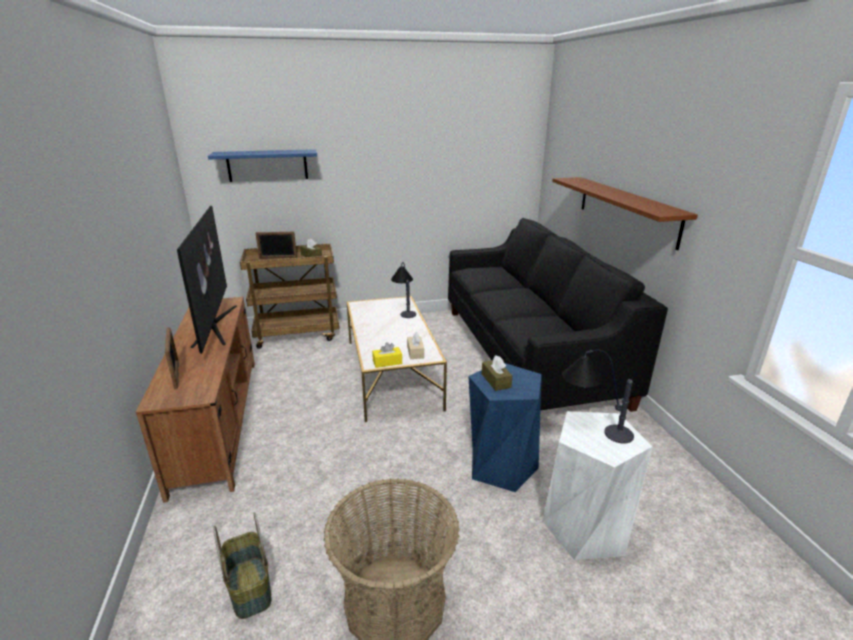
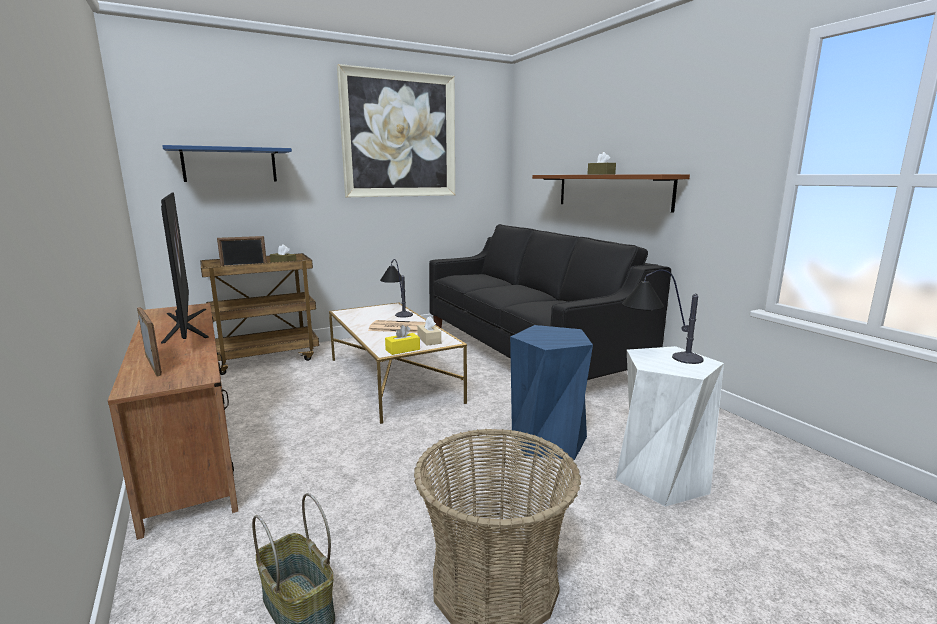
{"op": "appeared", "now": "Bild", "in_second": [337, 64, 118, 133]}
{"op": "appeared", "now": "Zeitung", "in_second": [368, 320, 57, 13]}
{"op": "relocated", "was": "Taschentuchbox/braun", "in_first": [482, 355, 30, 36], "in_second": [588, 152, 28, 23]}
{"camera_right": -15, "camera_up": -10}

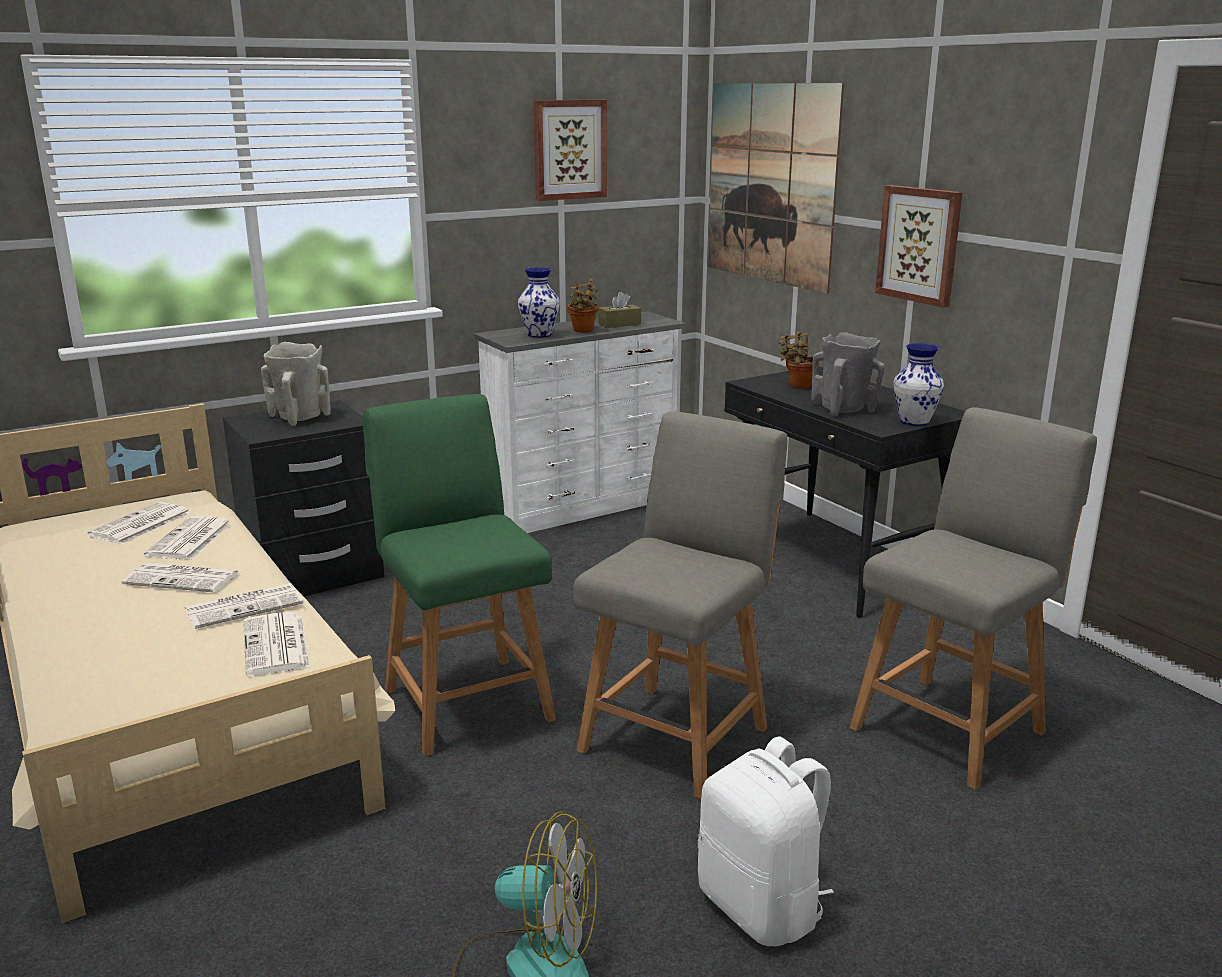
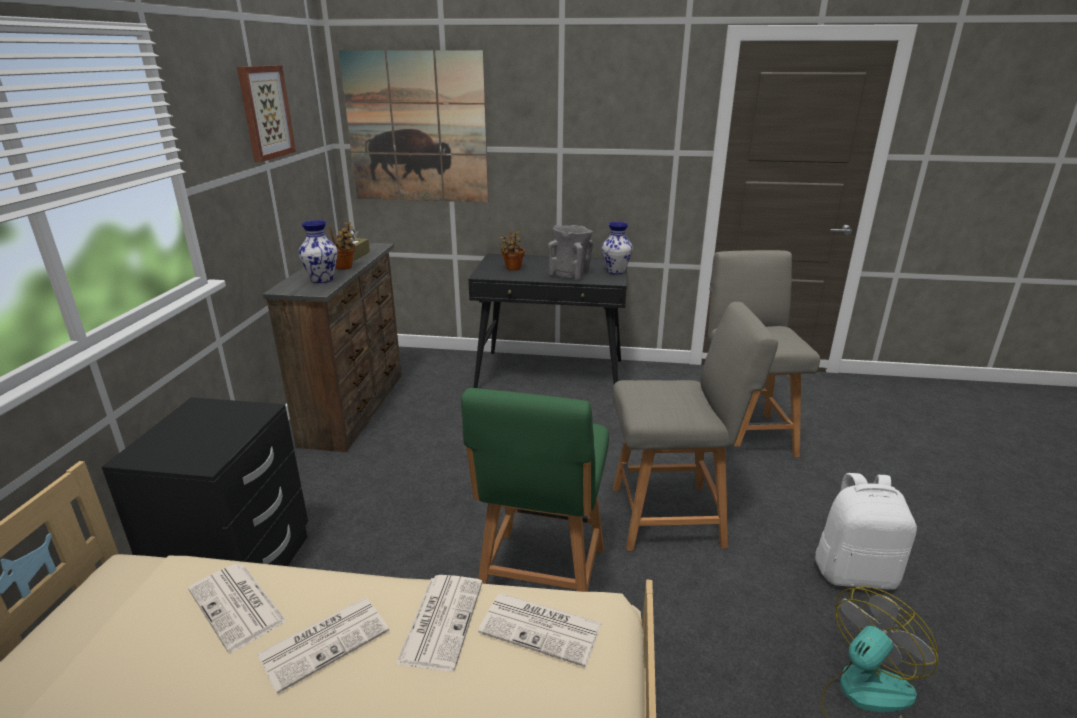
{"op": "missing", "was": "Zeitung", "in_first": [88, 502, 103, 43]}
{"op": "missing", "was": "Vase/beige", "in_first": [261, 342, 69, 84]}
{"op": "missing", "was": "Bild", "in_first": [875, 185, 88, 122]}
{"op": "colour", "was": "Kommode/weiß", "now": "Kommode/braun", "in_first": [474, 311, 212, 222], "in_second": [263, 243, 139, 209]}
{"op": "spun", "was": "Stuhl/grün", "in_first": [363, 394, 193, 363], "in_second": [461, 388, 148, 204], "clockwise": -90}
{"op": "spun", "was": "Stuhl/grau", "in_first": [573, 411, 214, 388], "in_second": [612, 302, 166, 249], "clockwise": 105}
{"camera_right": -50, "camera_up": 5}

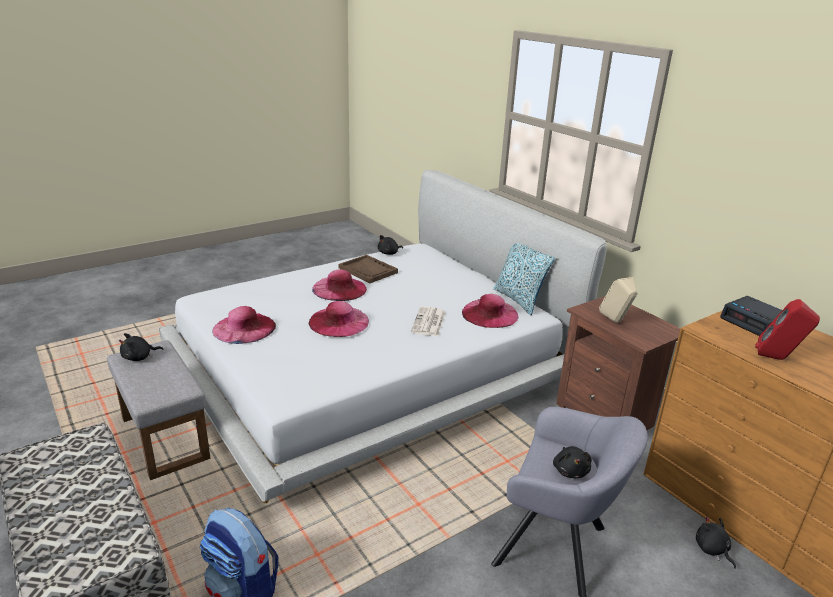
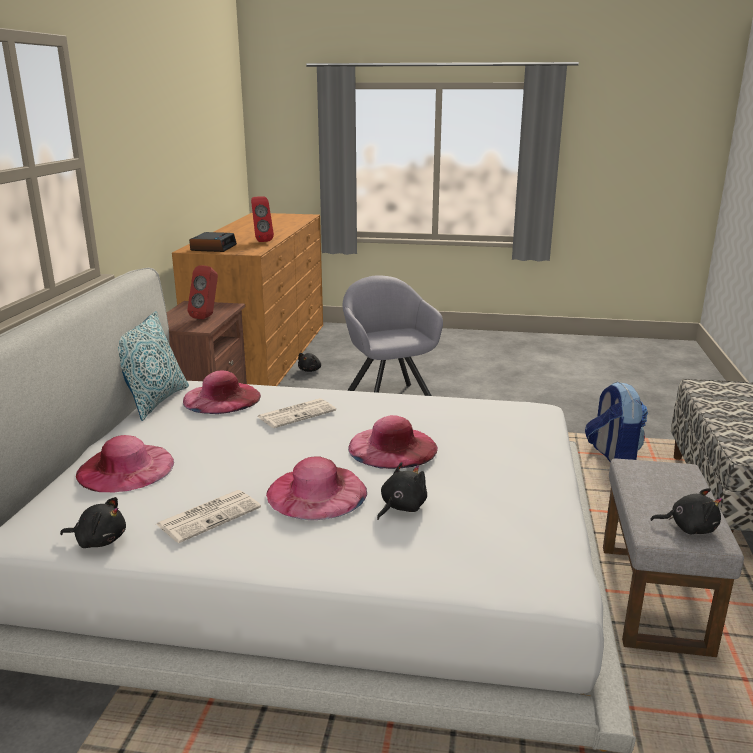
{"op": "relocated", "was": "Hut/rosa", "in_first": [212, 306, 64, 38], "in_second": [76, 435, 98, 57]}
{"op": "relocated", "was": "Plüschtier/schwarz", "in_first": [553, 446, 39, 32], "in_second": [377, 462, 50, 58]}
{"op": "exchanged", "was": "Tablett/braun", "now": "Zeitung", "in_first": [338, 255, 60, 28], "in_second": [156, 490, 105, 53]}
{"op": "colour", "was": "Lautsprecher/beige", "now": "Lautsprecher/rot", "in_first": [599, 277, 39, 46], "in_second": [187, 265, 31, 54]}
{"camera_right": -135, "camera_up": -5}

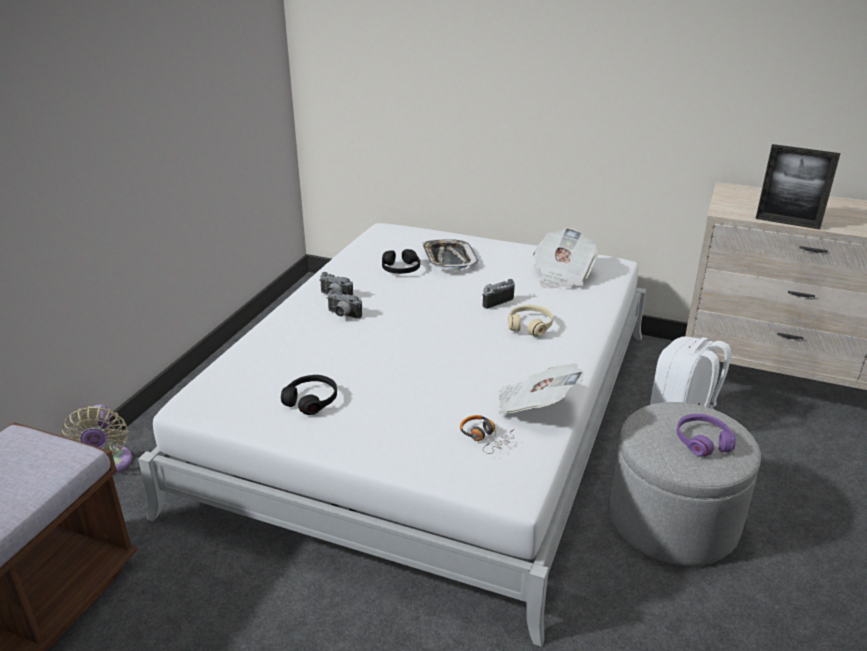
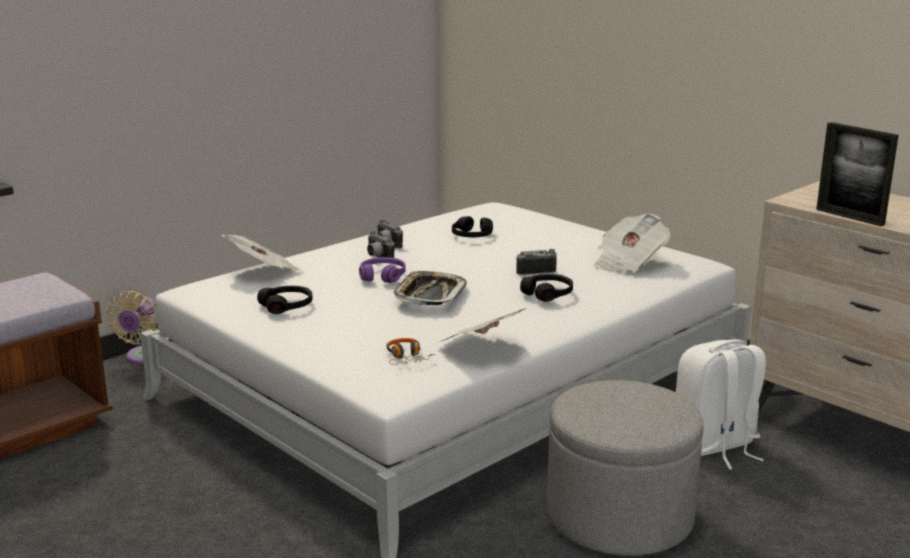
{"op": "appeared", "now": "Zeitung", "in_second": [221, 235, 82, 36]}
{"op": "relocated", "was": "Tablett", "in_first": [422, 239, 57, 32], "in_second": [393, 271, 73, 35]}
{"op": "relocated", "was": "Kopfhörer/lila", "in_first": [677, 414, 59, 43], "in_second": [359, 257, 47, 26]}
{"op": "colour", "was": "Kopfhörer/beige", "now": "Kopfhörer/schwarz", "in_first": [508, 305, 45, 31], "in_second": [520, 274, 53, 28]}
{"camera_right": 25, "camera_up": -10}

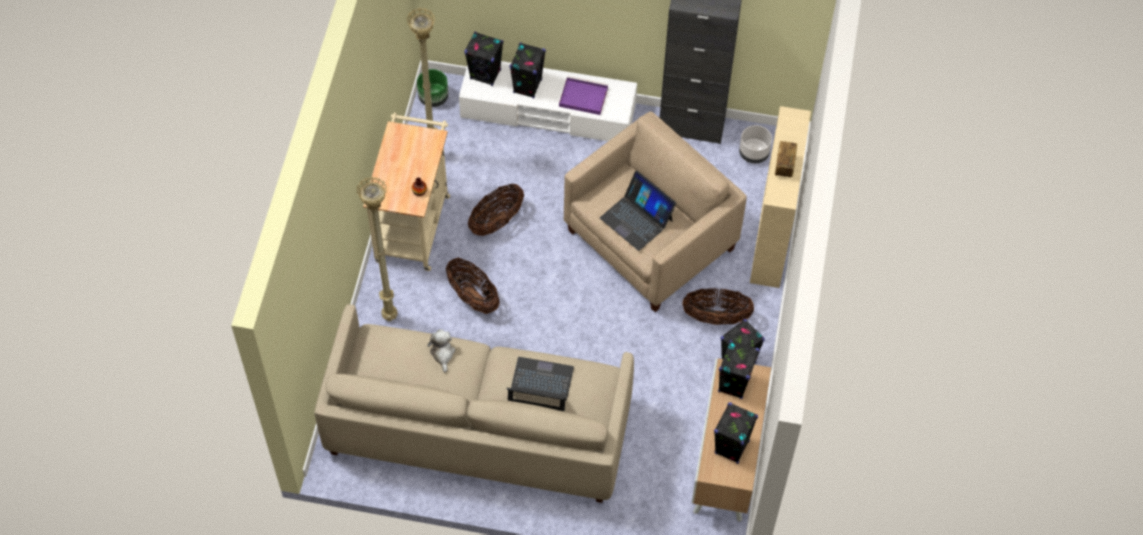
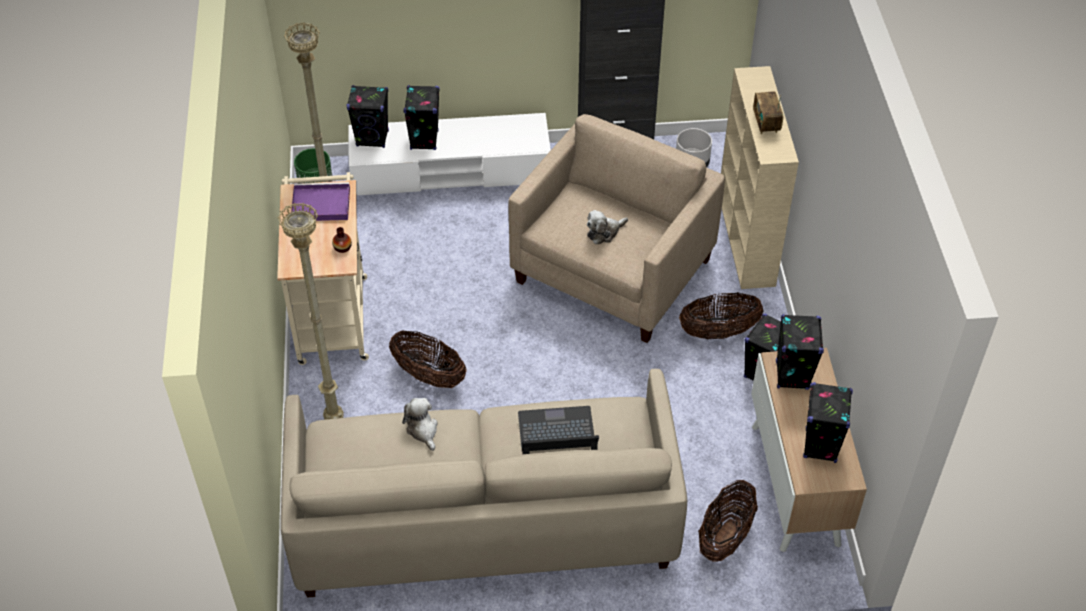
{"op": "relocated", "was": "Korb", "in_first": [468, 184, 56, 52], "in_second": [698, 480, 60, 82]}
{"op": "relocated", "was": "Tablett/lila", "in_first": [559, 76, 49, 39], "in_second": [291, 182, 59, 39]}
{"op": "exchanged", "was": "Laptop", "now": "Plüschtier", "in_first": [600, 171, 76, 80], "in_second": [587, 210, 41, 35]}
{"camera_right": -15, "camera_up": -10}

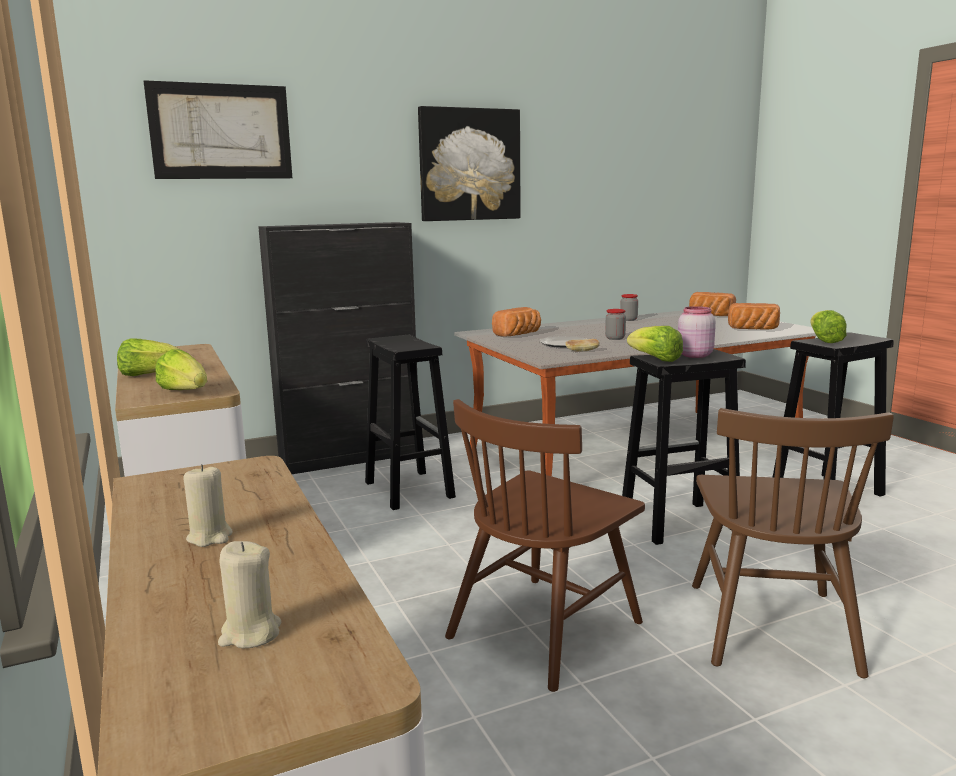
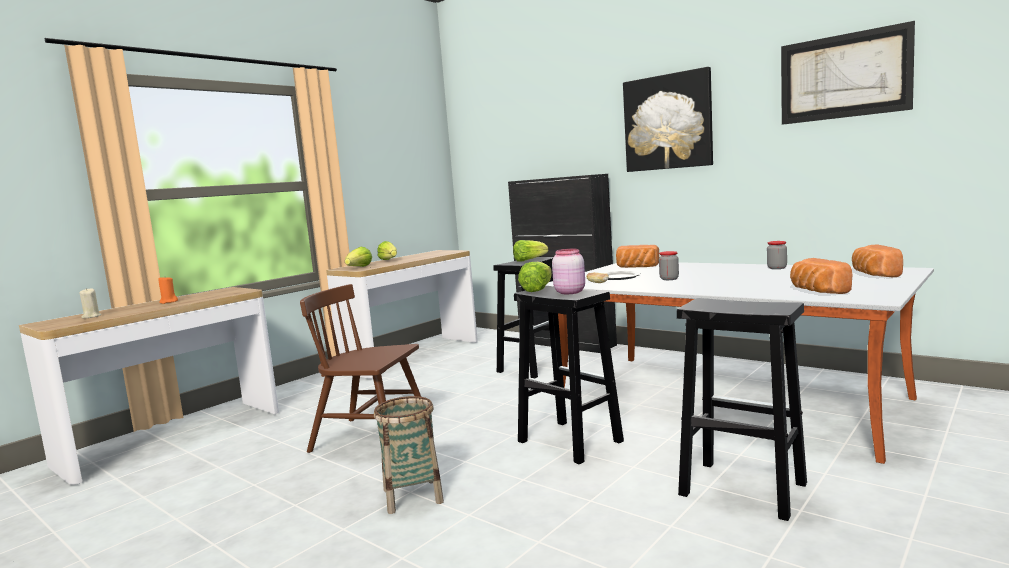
{"op": "relocated", "was": "Bild", "in_first": [144, 80, 148, 99], "in_second": [781, 21, 134, 104]}
{"op": "relocated", "was": "Salatkopf", "in_first": [811, 310, 36, 33], "in_second": [513, 240, 35, 22]}
{"op": "exchanged", "was": "Stuhl/braun", "now": "Korb", "in_first": [692, 408, 202, 270], "in_second": [374, 396, 70, 118]}
{"op": "colour", "was": "Kerze/beige", "now": "Kerze/orange", "in_first": [183, 464, 50, 83], "in_second": [158, 277, 20, 27]}
{"camera_right": 65, "camera_up": -5}

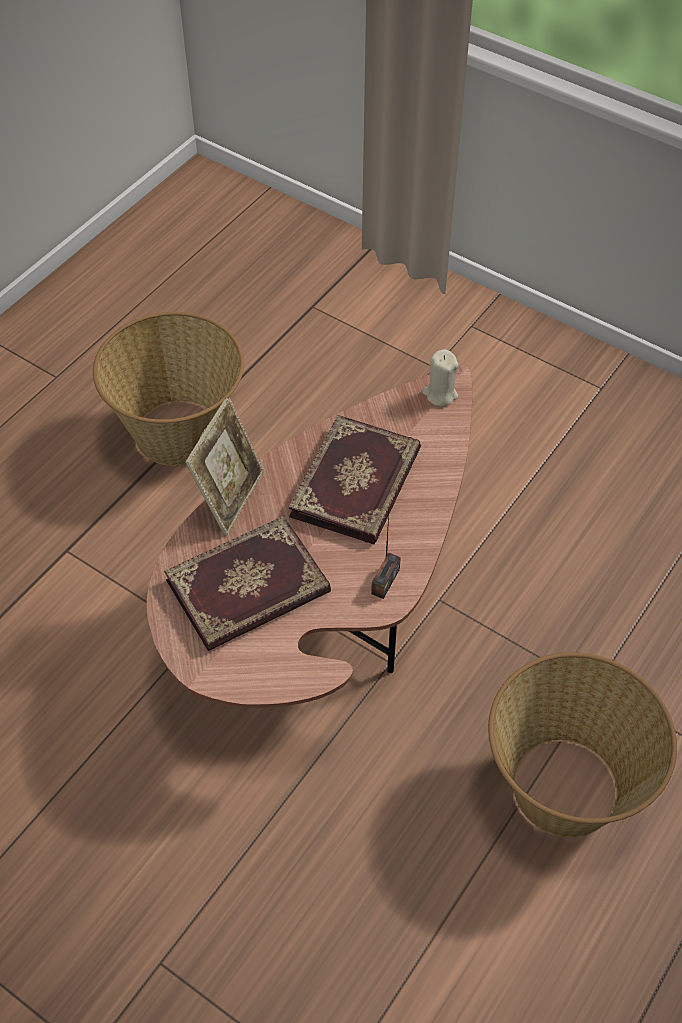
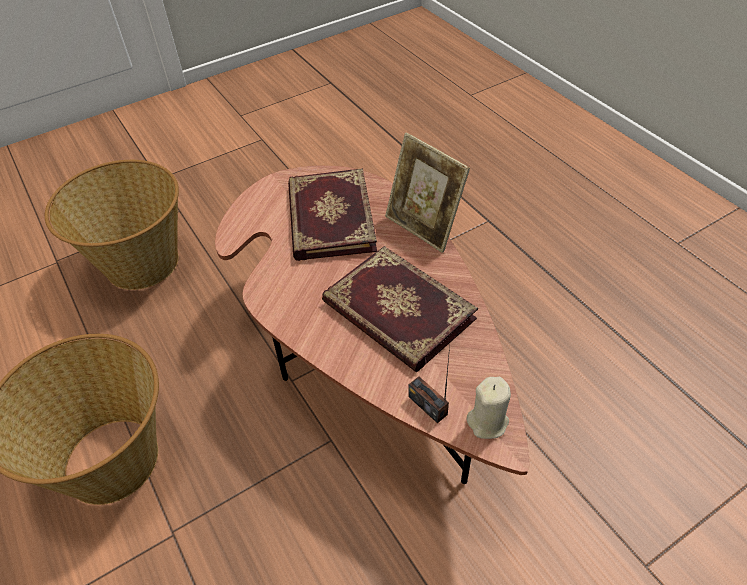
{"op": "relocated", "was": "Korb", "in_first": [93, 312, 151, 154], "in_second": [45, 160, 134, 130]}
{"op": "relocated", "was": "Radio", "in_first": [371, 513, 30, 86], "in_second": [408, 346, 42, 77]}
{"camera_right": 115, "camera_up": -5}

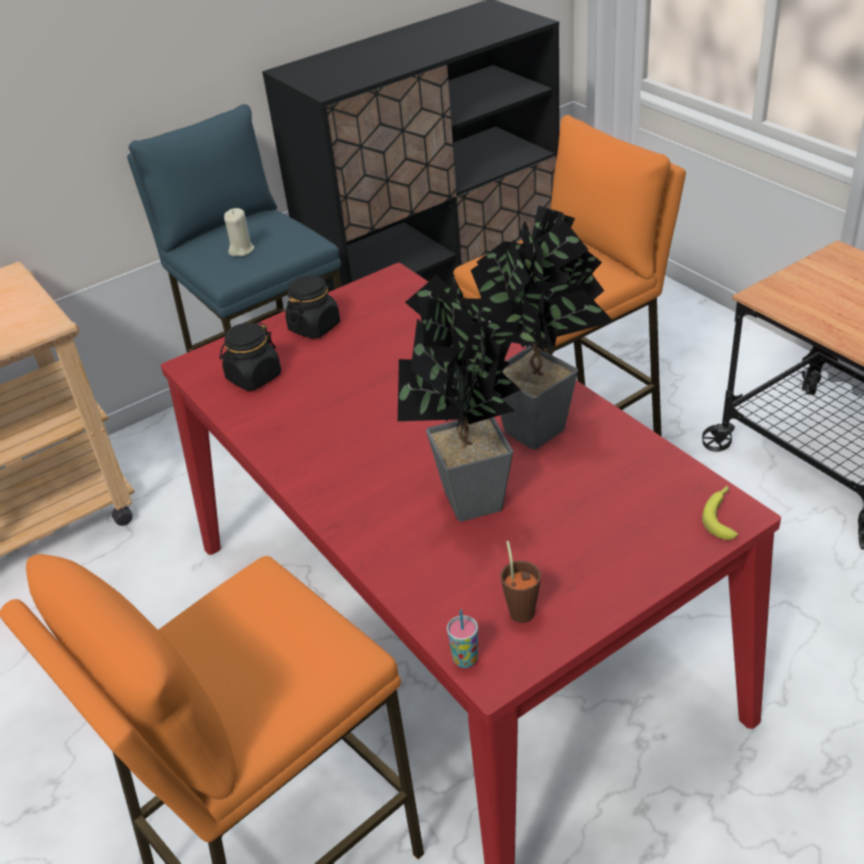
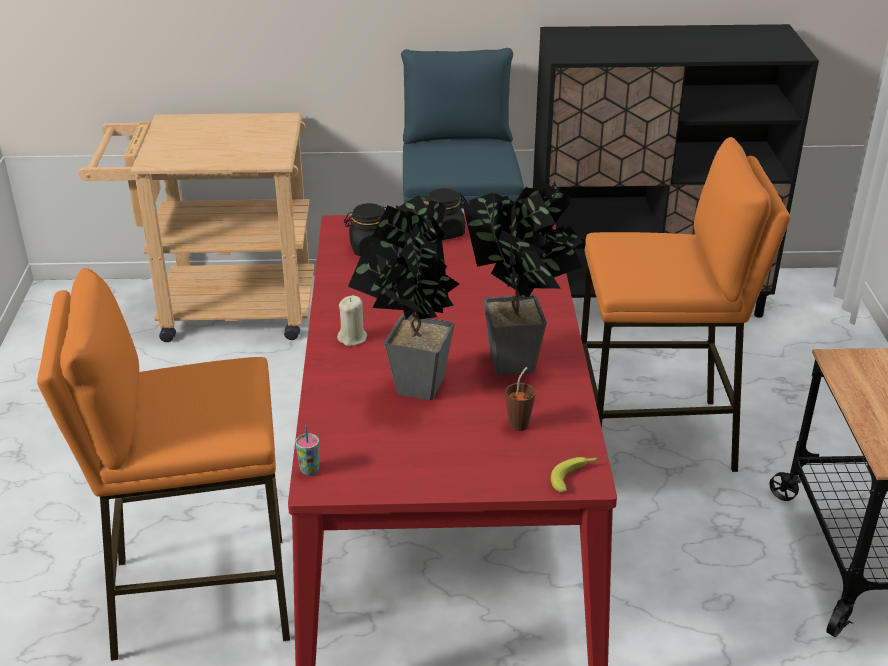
{"op": "relocated", "was": "Kerze/beige", "in_first": [224, 208, 30, 48], "in_second": [337, 295, 30, 51]}
{"op": "relocated", "was": "Tasse/braun", "in_first": [500, 541, 41, 82], "in_second": [505, 367, 31, 64]}
{"camera_right": 30, "camera_up": -5}

